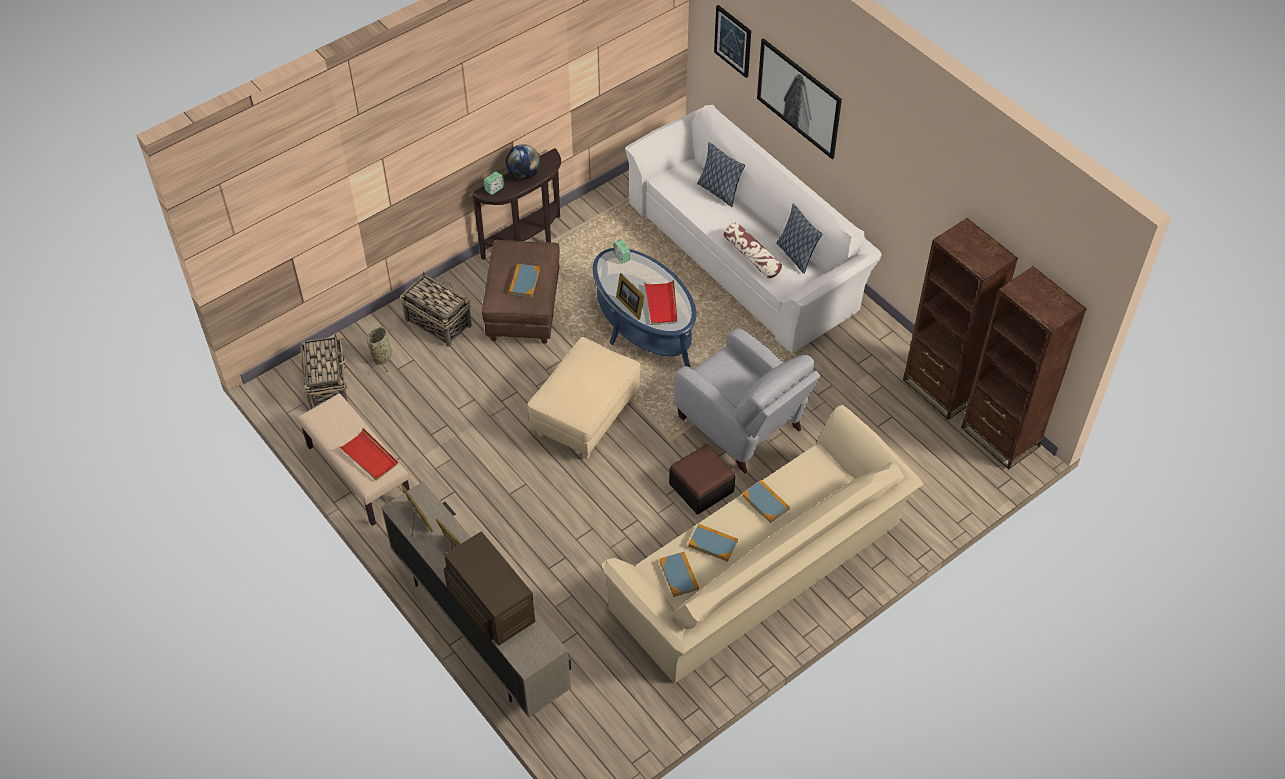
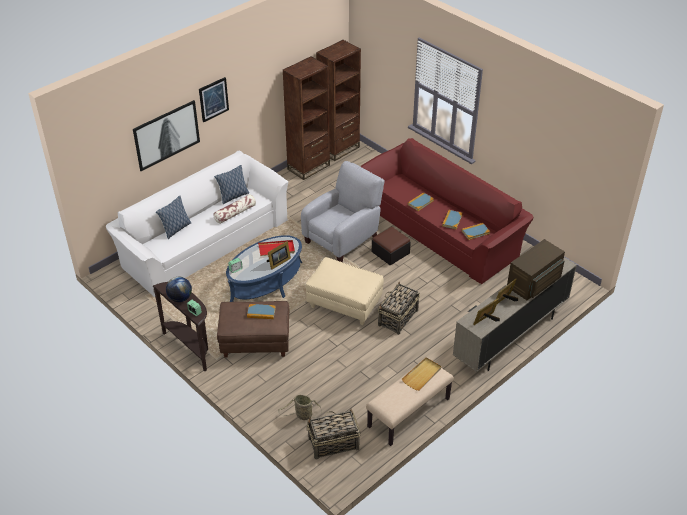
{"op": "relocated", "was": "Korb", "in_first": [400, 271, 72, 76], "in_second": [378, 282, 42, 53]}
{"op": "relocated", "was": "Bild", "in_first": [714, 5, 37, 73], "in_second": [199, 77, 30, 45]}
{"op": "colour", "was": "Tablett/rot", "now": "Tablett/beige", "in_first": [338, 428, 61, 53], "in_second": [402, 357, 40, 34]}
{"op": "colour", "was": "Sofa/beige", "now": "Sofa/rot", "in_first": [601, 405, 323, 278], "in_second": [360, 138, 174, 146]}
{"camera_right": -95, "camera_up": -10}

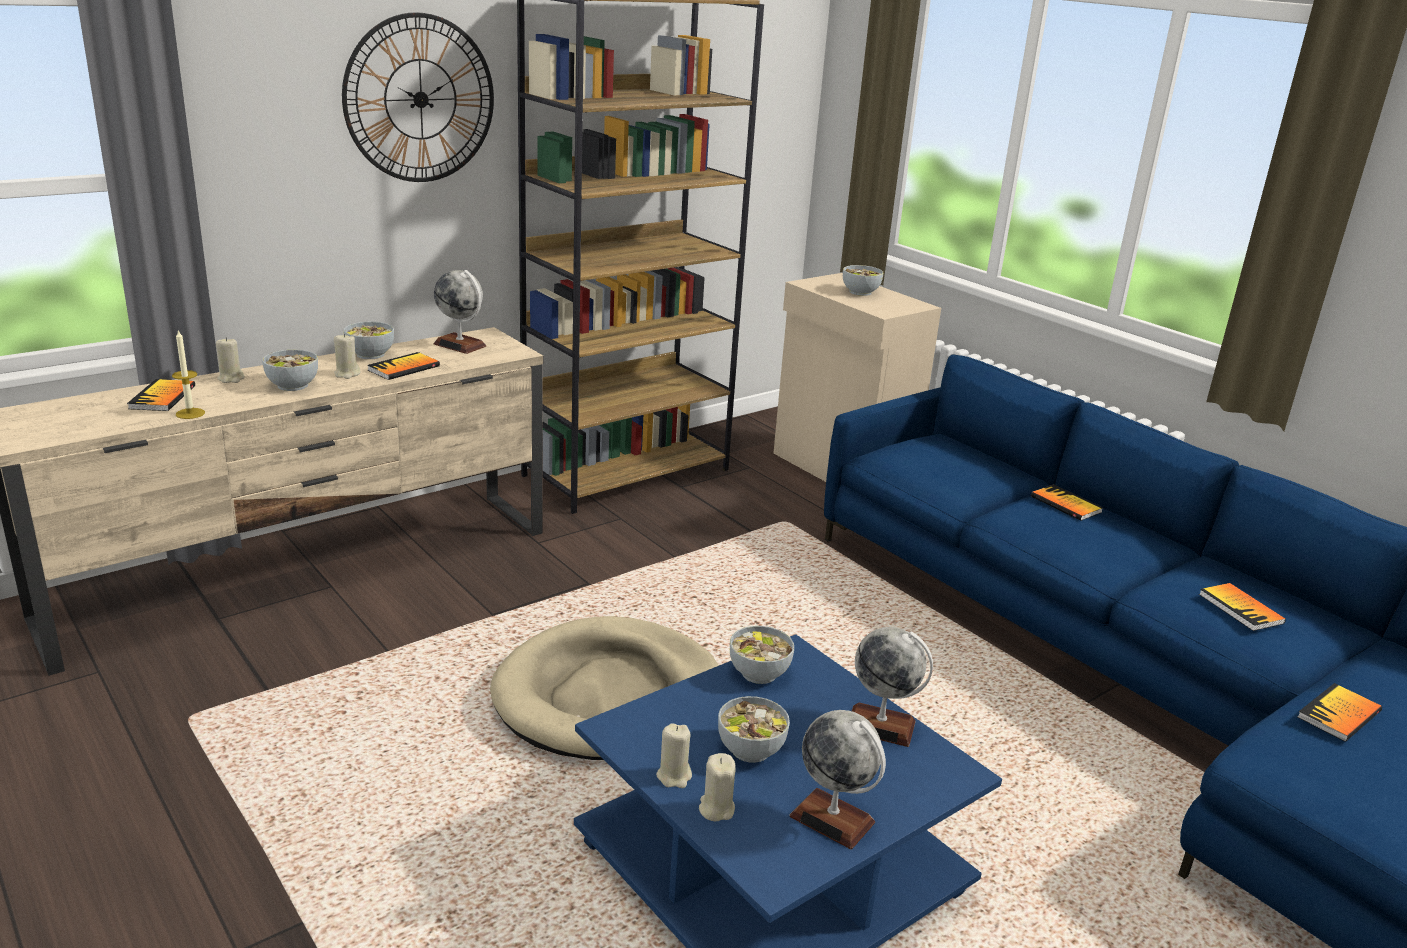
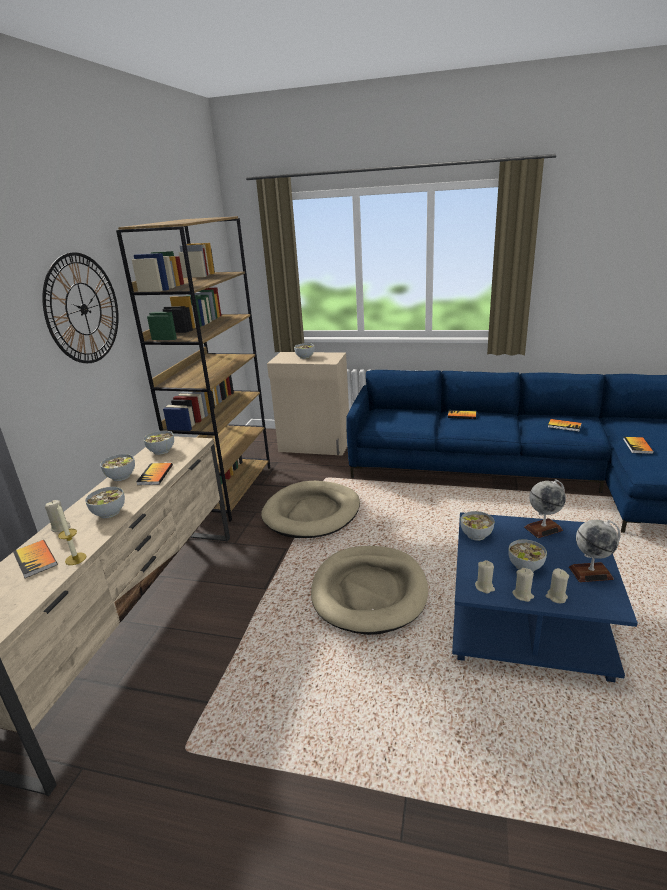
{"op": "appeared", "now": "Hundebett/beige", "in_second": [261, 481, 99, 57]}
{"op": "relocated", "was": "Kerze/beige", "in_first": [334, 334, 27, 45], "in_second": [475, 560, 20, 34]}
{"op": "exchanged", "was": "Globus", "now": "Schüssel", "in_first": [434, 270, 52, 84], "in_second": [143, 430, 31, 25]}
{"camera_right": -35, "camera_up": 0}

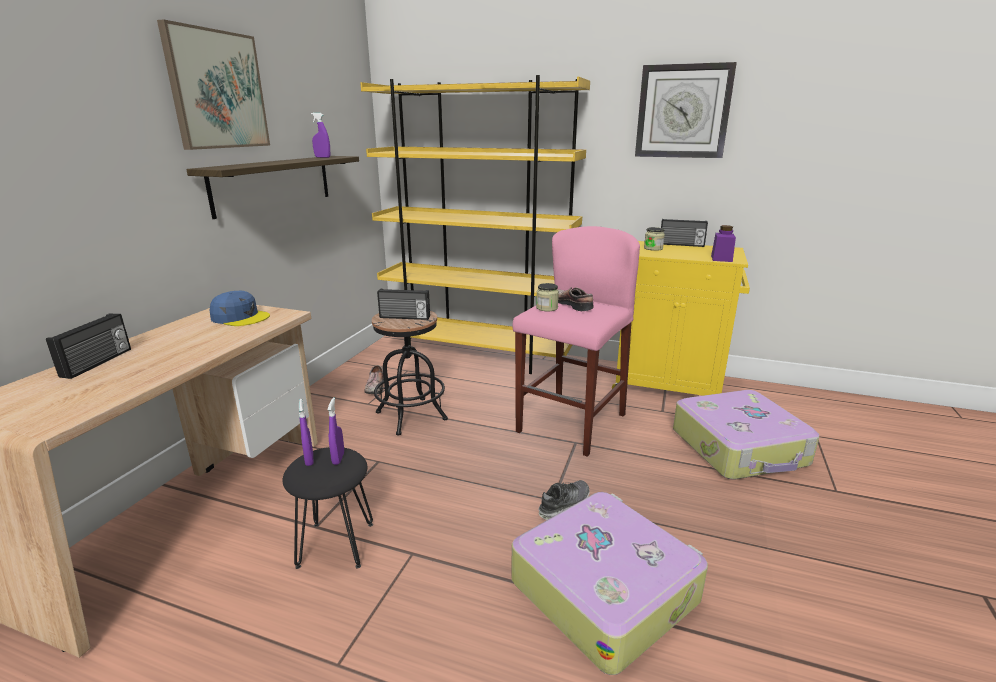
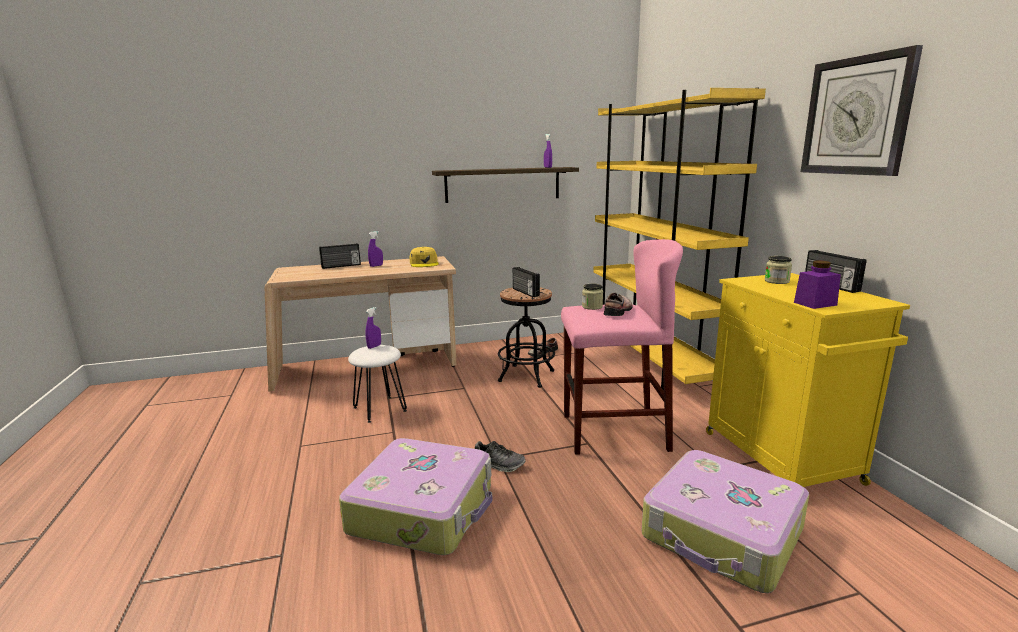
{"op": "missing", "was": "Bild", "in_first": [157, 19, 113, 131]}
{"op": "relocated", "was": "Sprühflasche/lila", "in_first": [327, 397, 17, 68], "in_second": [368, 231, 15, 36]}
{"op": "colour", "was": "Kappe/blau", "now": "Kappe/gelb", "in_first": [209, 291, 61, 35], "in_second": [409, 247, 30, 20]}
{"op": "colour", "was": "Hocker/schwarz", "now": "Hocker/weiß", "in_first": [283, 447, 90, 122], "in_second": [348, 345, 59, 78]}
{"camera_right": 55, "camera_up": -5}

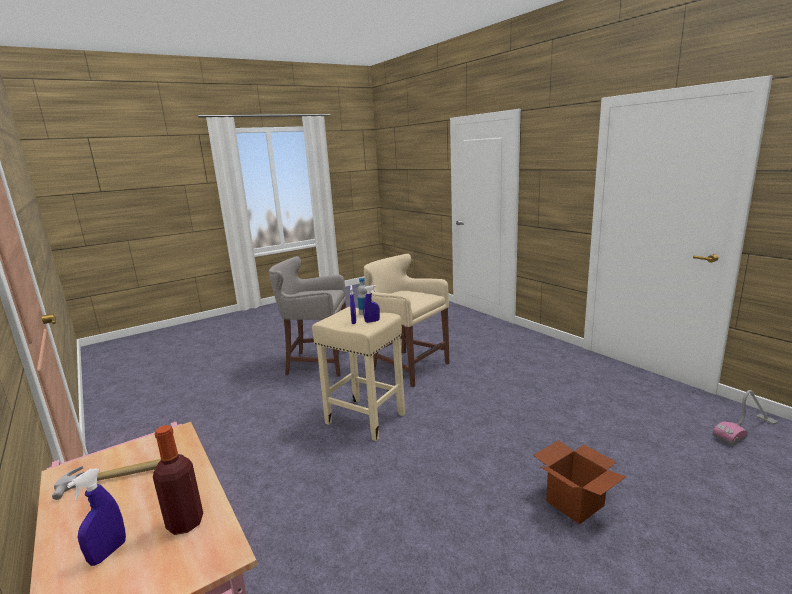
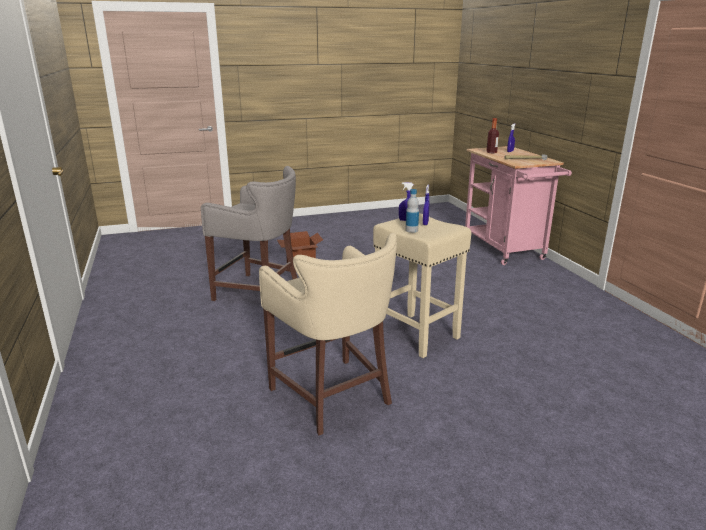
{"op": "missing", "was": "Staubsauger", "in_first": [713, 390, 65, 56]}
{"op": "relocated", "was": "Hocker/grau", "in_first": [269, 256, 77, 121], "in_second": [201, 166, 96, 135]}
{"camera_right": -165, "camera_up": 5}

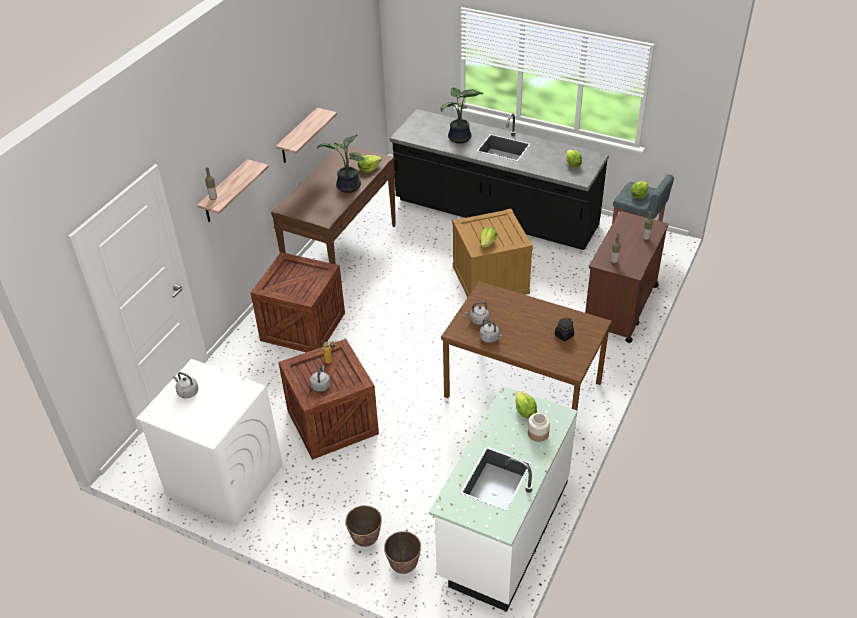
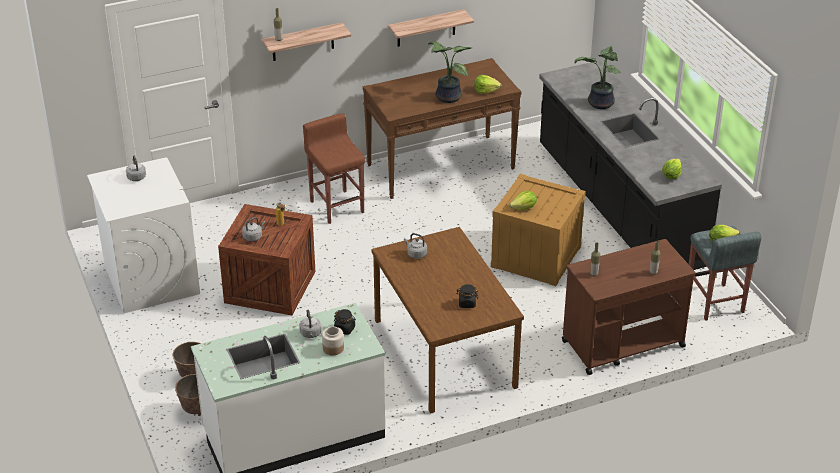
{"op": "relocated", "was": "Wasserkessel/grau", "in_first": [480, 319, 22, 24], "in_second": [299, 310, 23, 28]}
{"op": "exchanged", "was": "Kiste", "now": "Hocker/braun", "in_first": [251, 252, 94, 100], "in_second": [303, 113, 62, 111]}
{"op": "exchanged", "was": "Salatkopf", "now": "Vorratsglas/schwarz", "in_first": [515, 391, 22, 28], "in_second": [334, 309, 22, 26]}
{"camera_right": 40, "camera_up": -5}

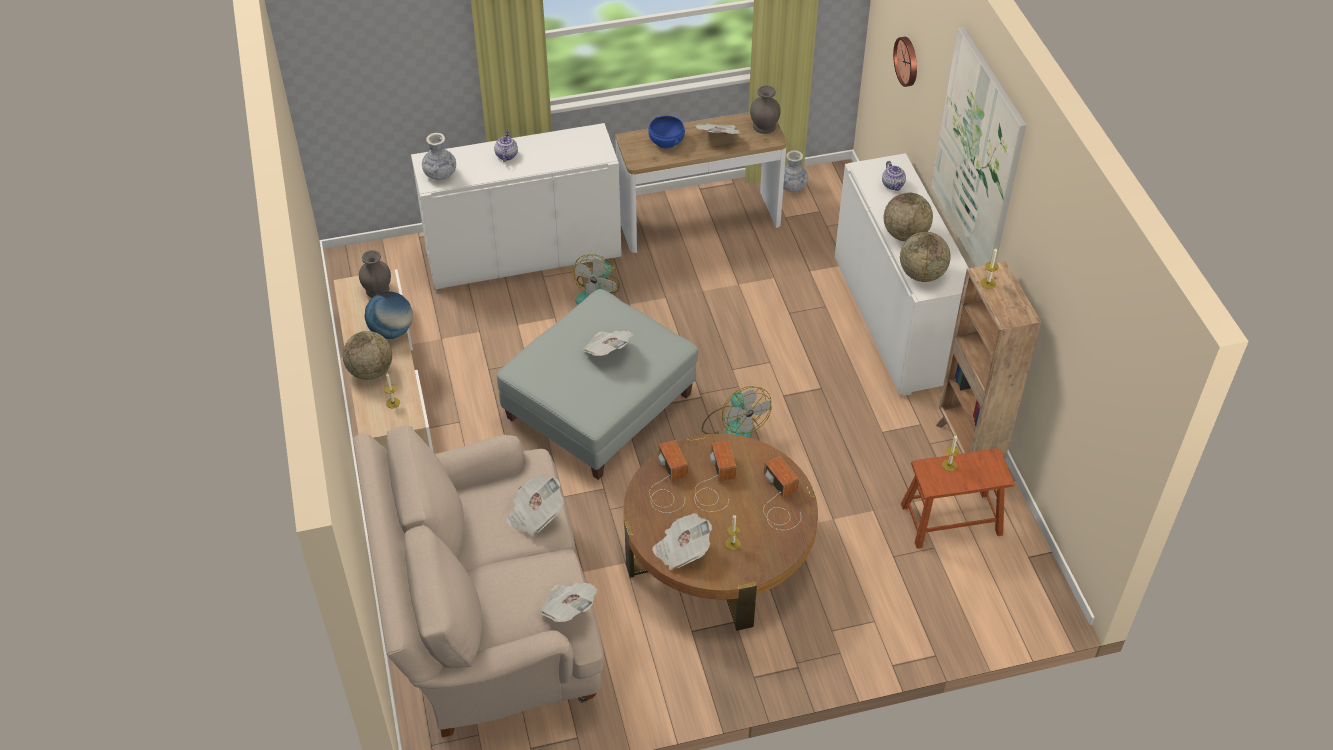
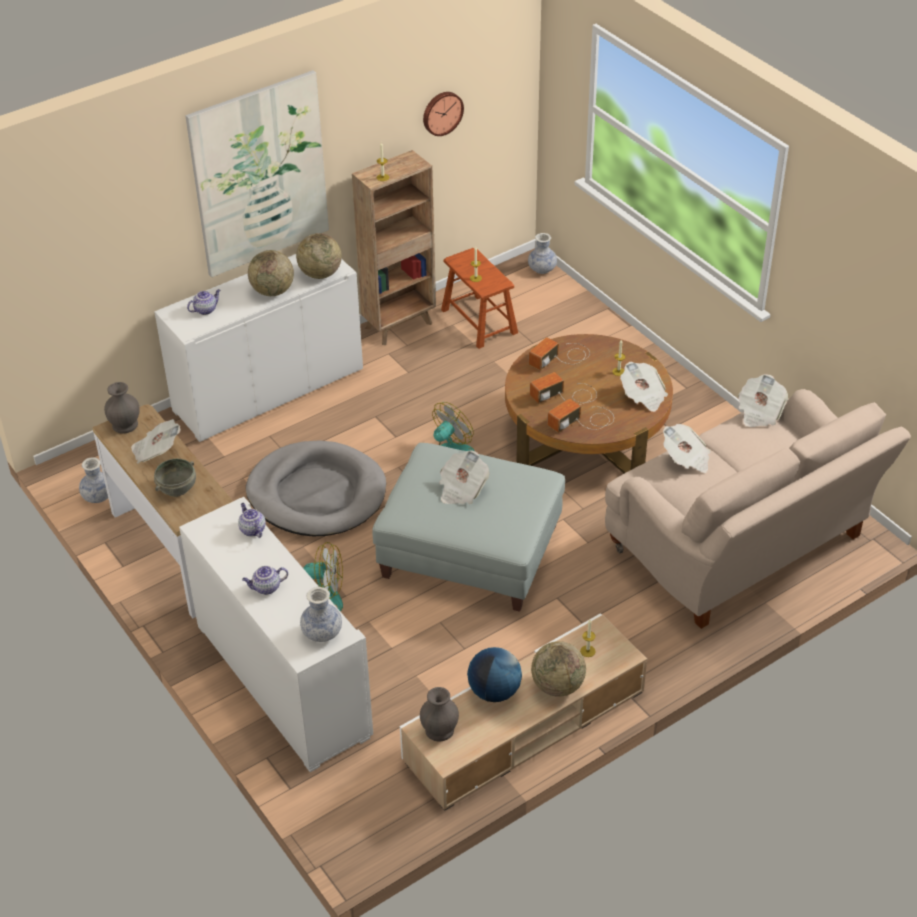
{"op": "appeared", "now": "Teekanne", "in_second": [238, 503, 28, 35]}
{"op": "appeared", "now": "Hundebett/grau", "in_second": [246, 440, 140, 96]}
{"op": "appeared", "now": "Vase", "in_second": [528, 233, 29, 41]}
{"op": "relocated", "was": "Wanduhr", "in_first": [893, 37, 24, 50], "in_second": [423, 92, 41, 44]}
{"op": "colour", "was": "Schüssel/blau", "now": "Schüssel/grau", "in_first": [648, 116, 37, 33], "in_second": [154, 459, 42, 38]}
{"camera_right": -110, "camera_up": -5}

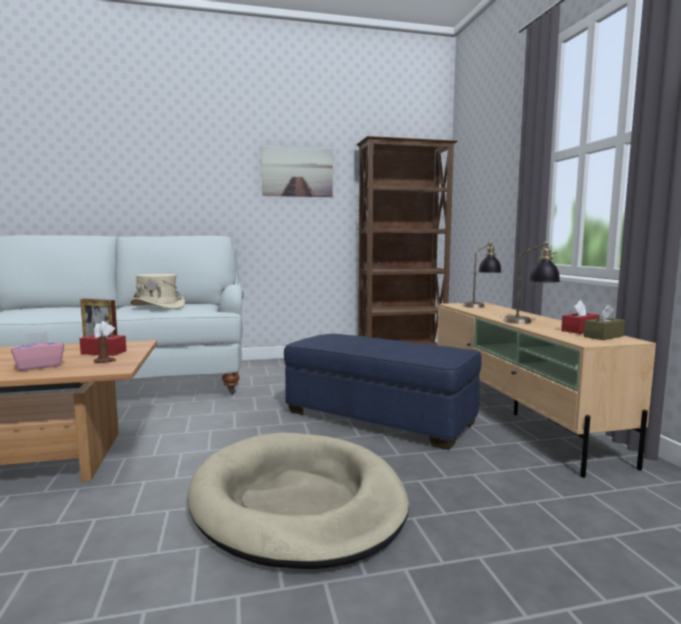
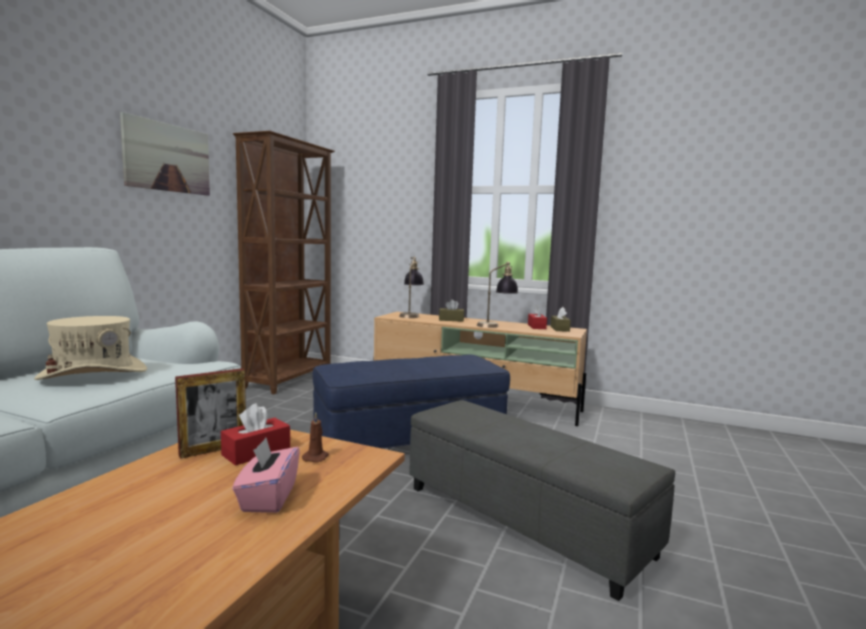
{"op": "appeared", "now": "Taschentuchbox/braun", "in_second": [439, 299, 25, 23]}
{"op": "exchanged", "was": "Hundebett/beige", "now": "Polsterhocker/grau", "in_first": [187, 432, 222, 137], "in_second": [410, 400, 265, 201]}
{"camera_right": -55, "camera_up": 0}

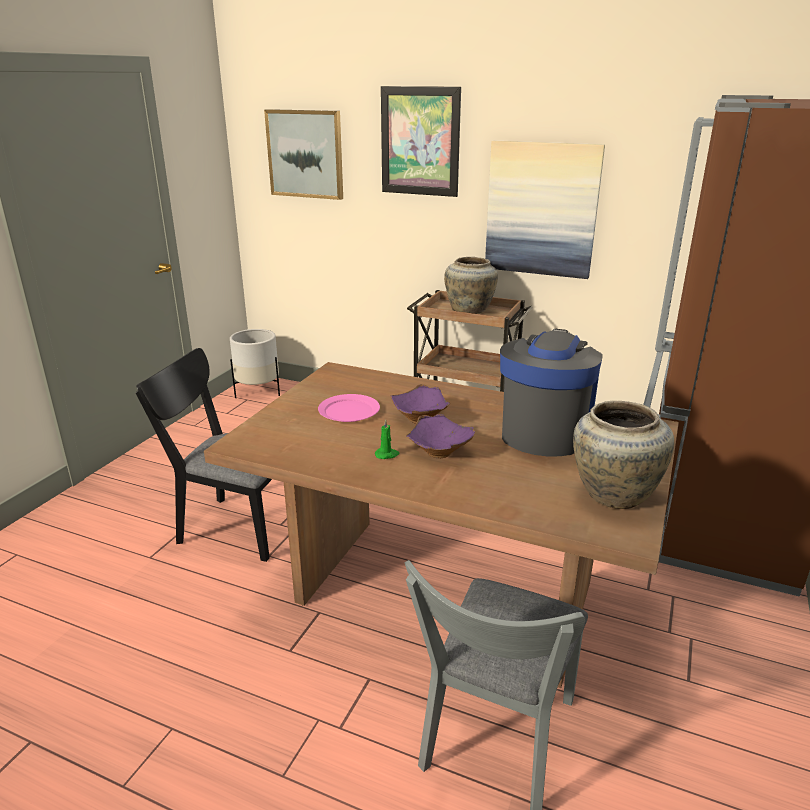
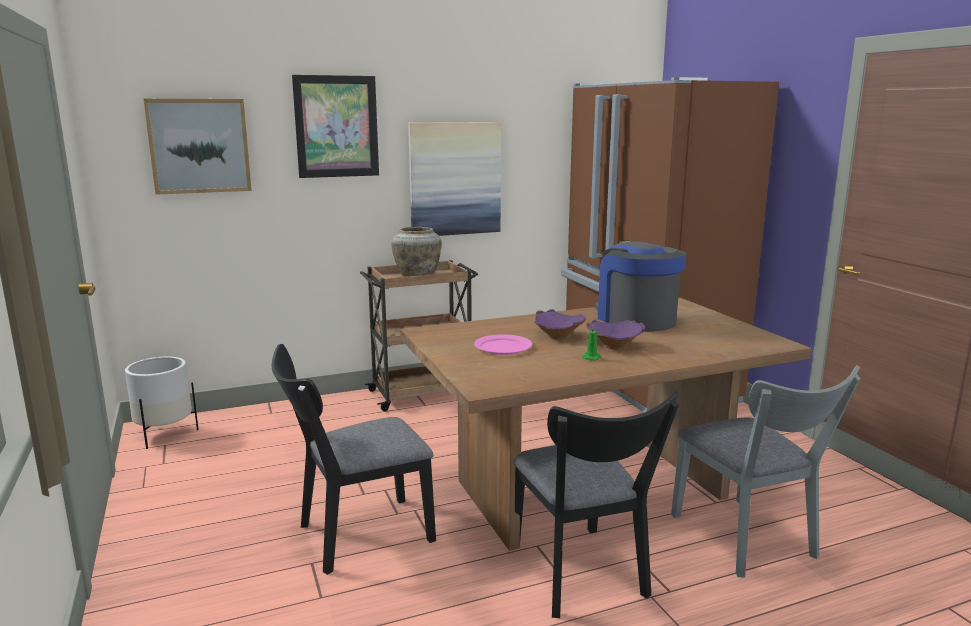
{"op": "missing", "was": "Vase/beige", "in_first": [573, 401, 101, 108]}
{"op": "appeared", "now": "Stuhl/schwarz", "in_second": [513, 390, 166, 228]}
{"camera_right": -45, "camera_up": -10}

